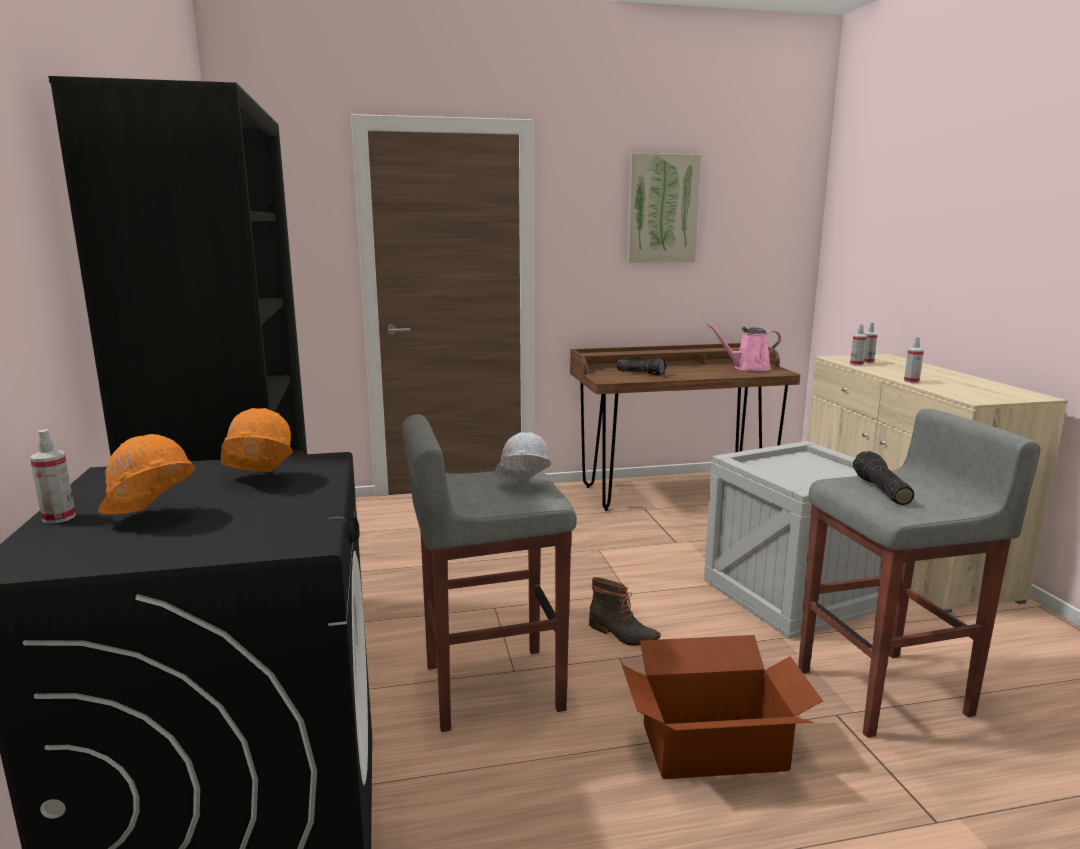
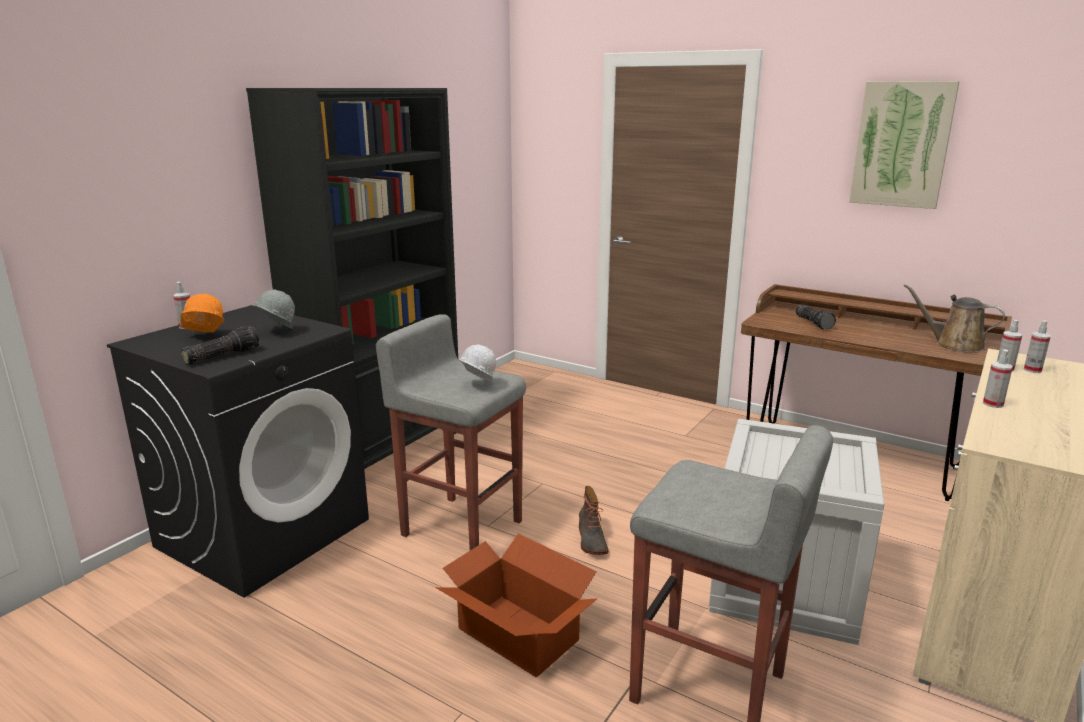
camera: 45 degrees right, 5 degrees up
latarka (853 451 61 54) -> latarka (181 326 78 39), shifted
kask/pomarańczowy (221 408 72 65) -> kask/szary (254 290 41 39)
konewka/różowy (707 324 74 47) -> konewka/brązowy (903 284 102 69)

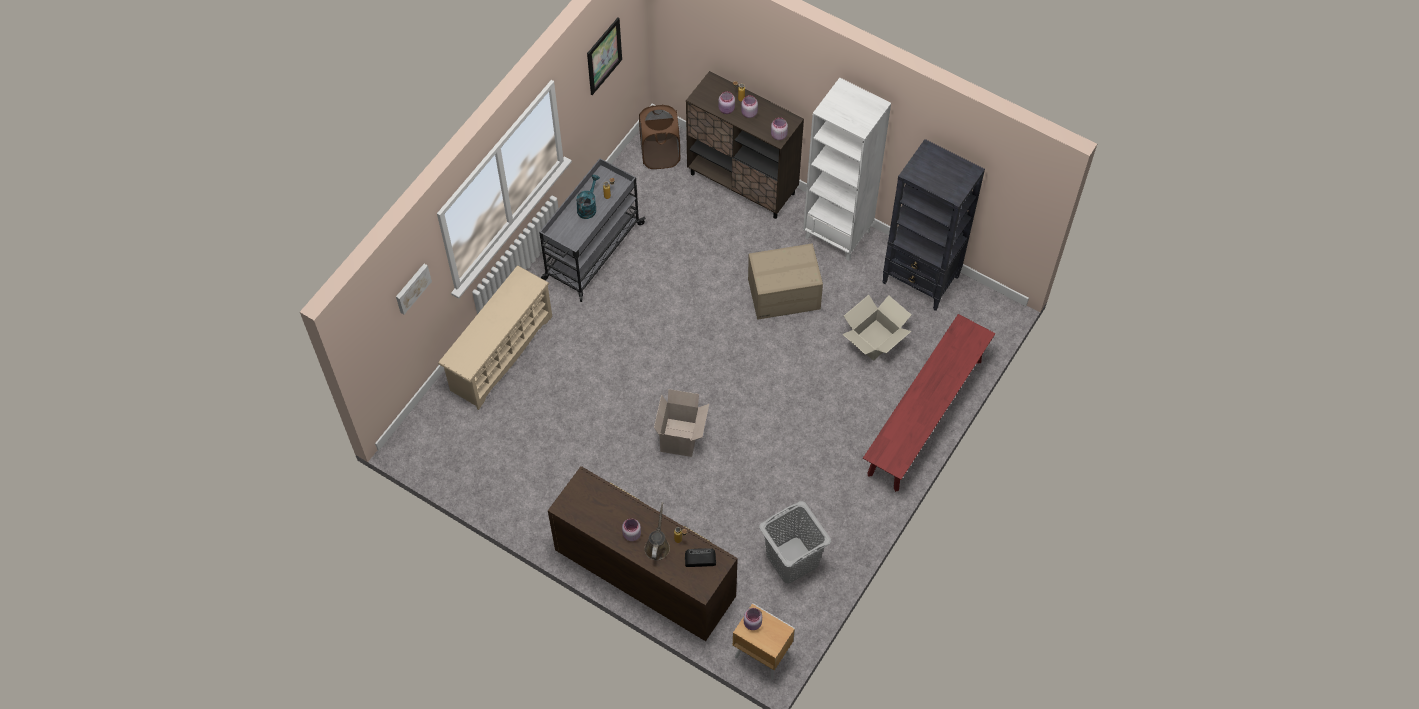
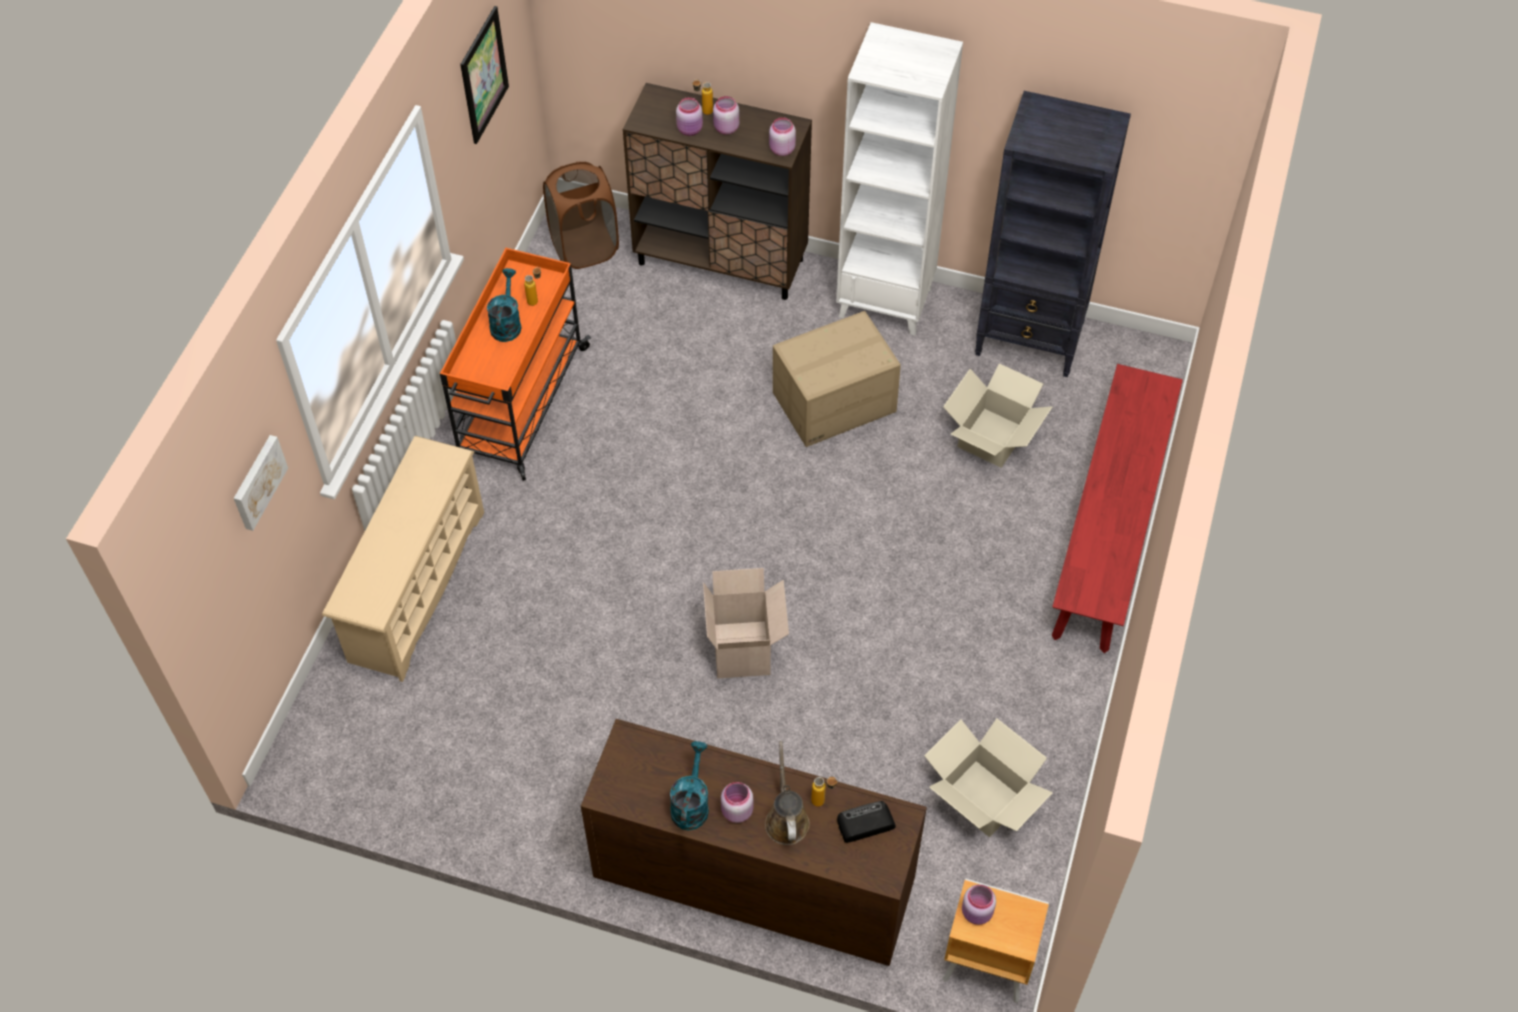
camera: 15 degrees left, 5 degrees down
none -> konewka/turkusowy (670 741 39 89)
kosz na pranie/szary (759 501 72 82) -> karton (924 719 129 118)
wózek/szary (539 158 107 144) -> wózek/pomarańczowy (440 248 151 233)

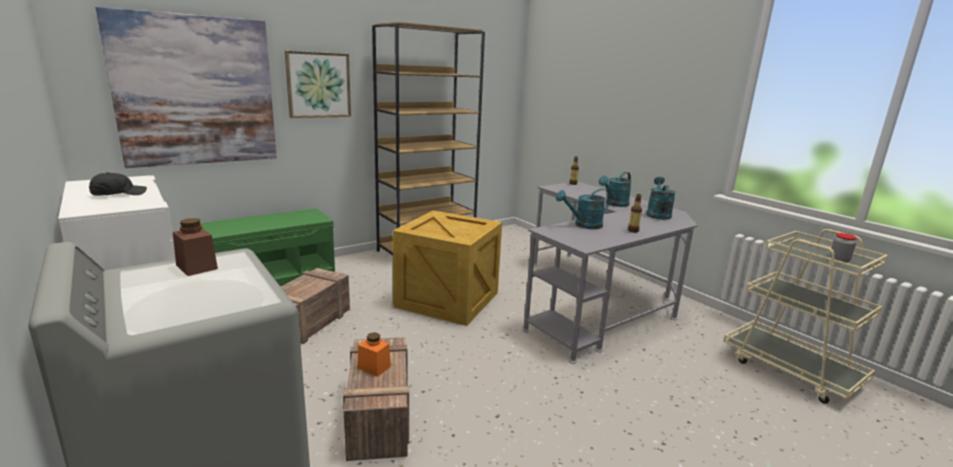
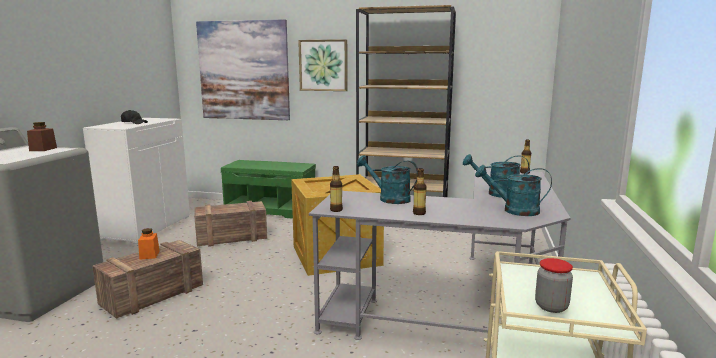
camera: 50 degrees right, 5 degrees down
none -> butelka (330 166 13 46)
konewka/turkusowy (646 177 30 43) -> konewka/turkusowy (475 165 77 51), 135 degrees counterclockwise

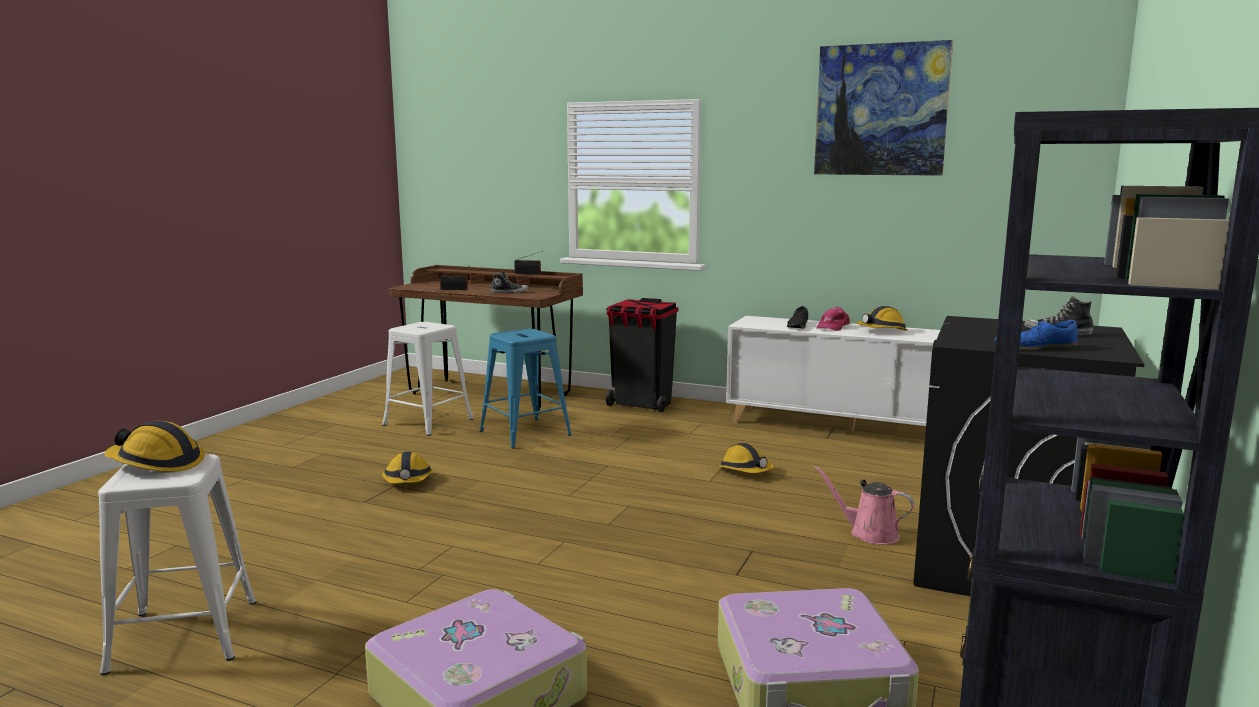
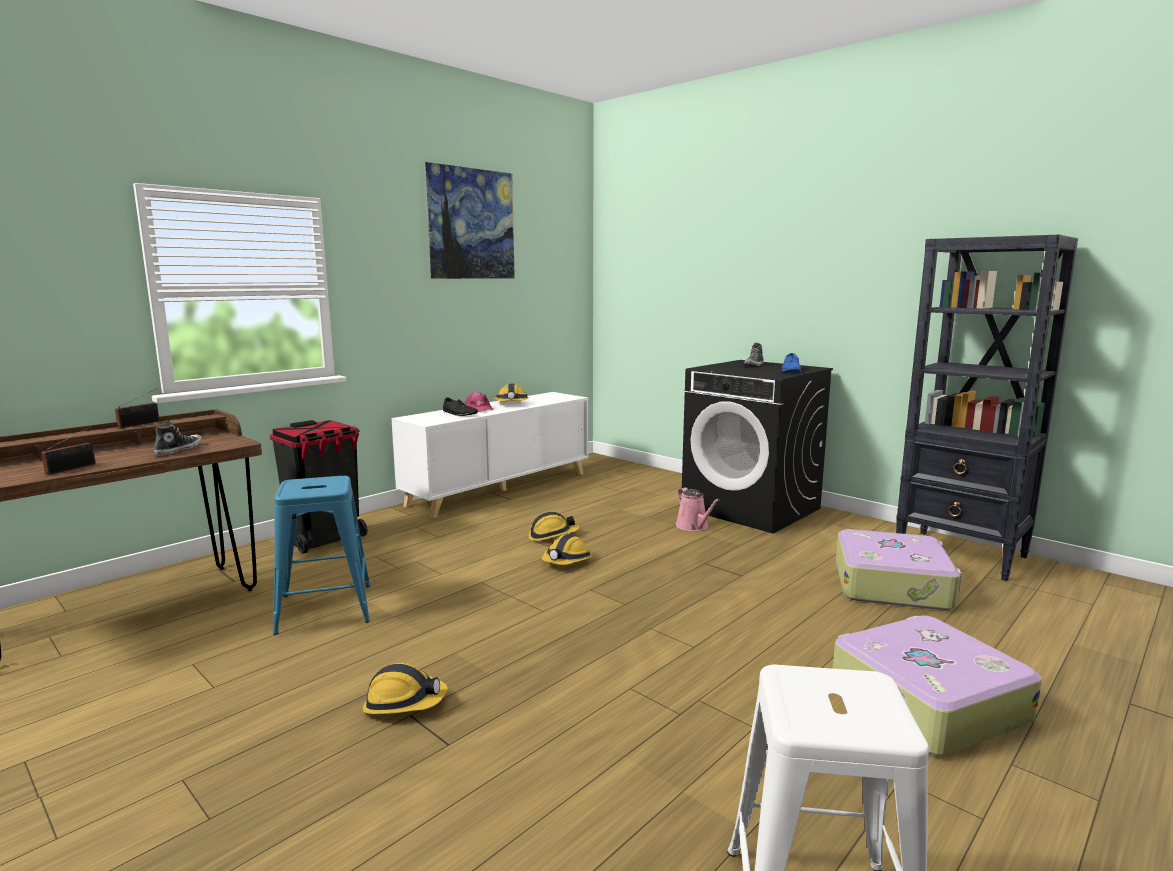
camera: 70 degrees left, 0 degrees up
stołek/biały (382 322 91 114) -> none
kask (104 421 101 51) -> kask (542 534 51 31), shifted
konewka/różowy (814 466 101 78) -> konewka/różowy (676 487 44 44), 75 degrees counterclockwise

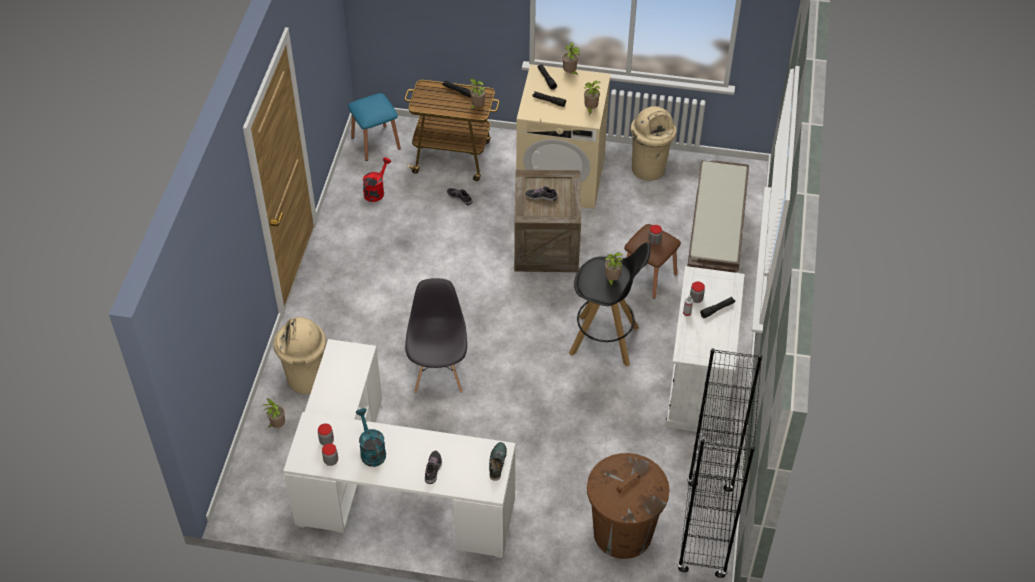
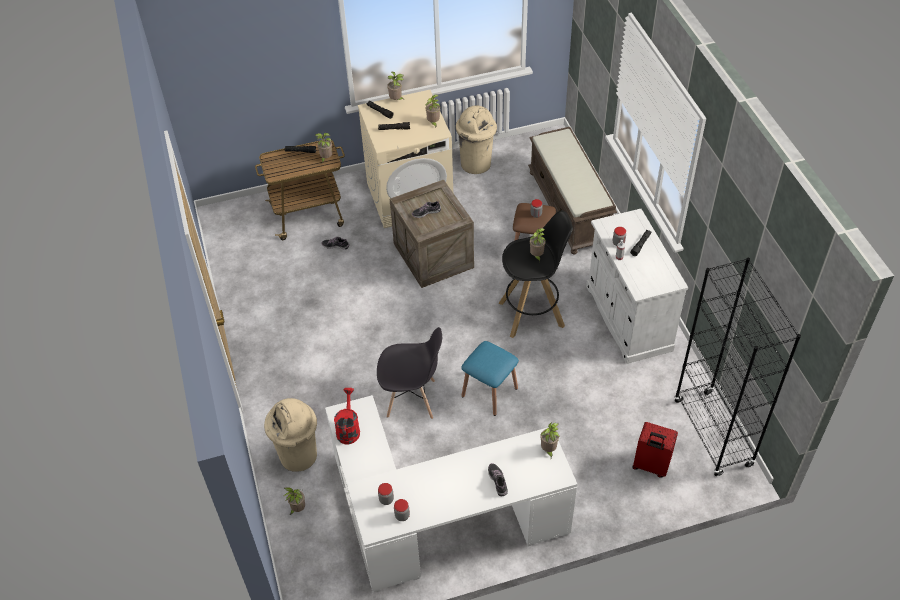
camera: 25 degrees left, 0 degrees up
konewka/turkusowy (356 408 30 59) -> none
stołek/niebieski (348 93 53 68) -> stołek/niebieski (461 341 58 75), shifted
konewka/czerwony (363 157 28 45) -> konewka/czerwony (334 388 26 57), shifted
but (489 442 18 39) -> roślina doniczkowa (540 422 20 36)
kosz na śmieci/brązowy (587 453 82 106) -> walizka/czerwony (632 422 46 56)
krzesło/szary (405 278 62 115) -> krzesło/szary (377 327 65 92), 120 degrees clockwise

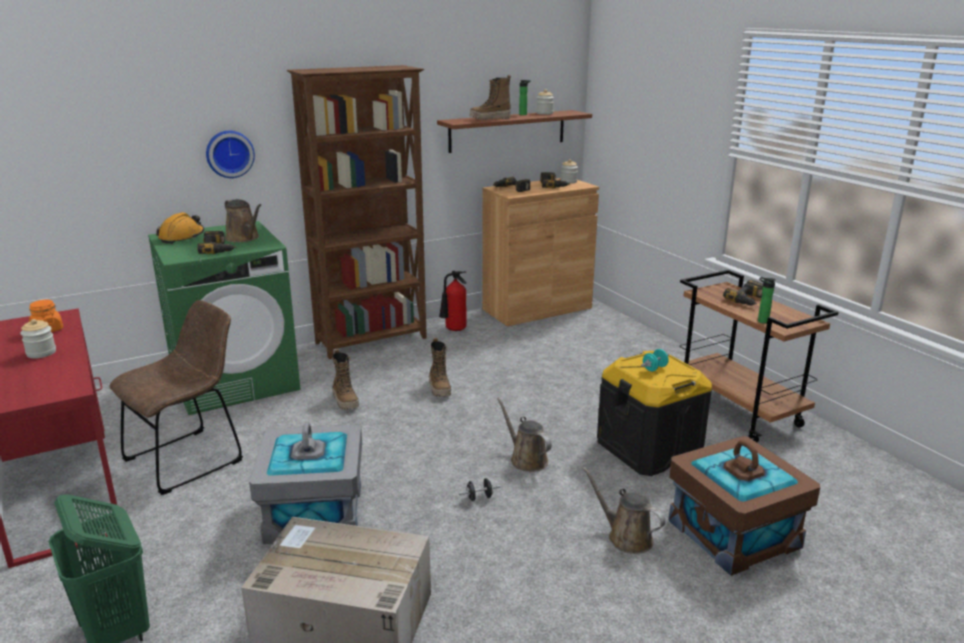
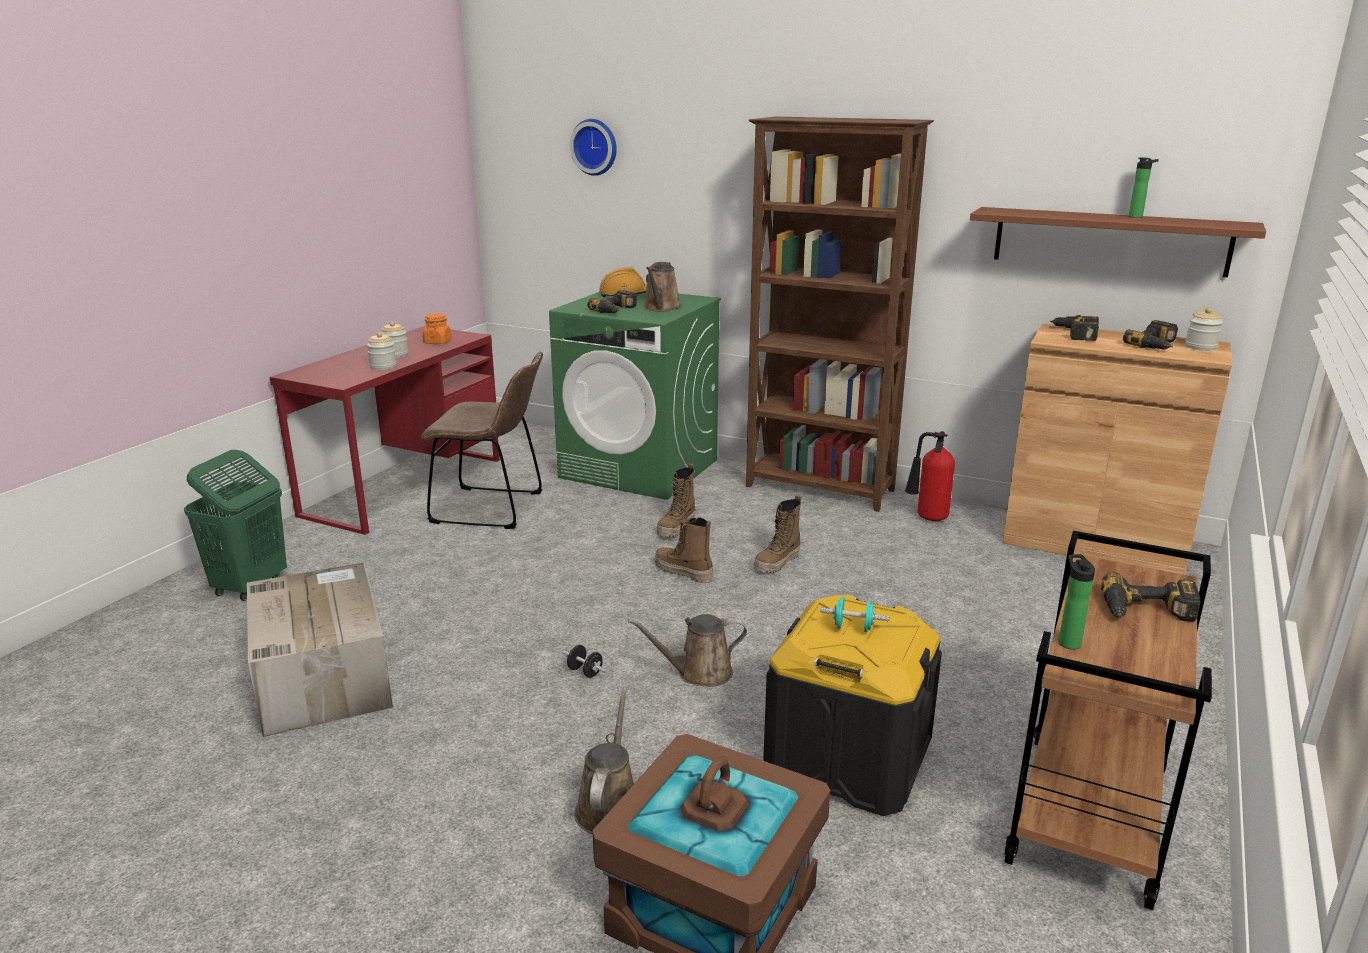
camera: 55 degrees right, 0 degrees up
pojemnik do przechowywania/szary (249 422 113 122) -> none
zegar ścienny (206 131 49 47) -> zegar ścienny (570 119 47 57), shifted
but z cholewką (470 75 41 45) -> but z cholewką (655 517 58 66), shifted
słoik (536 89 18 26) -> słoik (367 332 29 38), shifted
konewka/brązowy (497 397 55 75) -> konewka/brązowy (628 614 119 73), 120 degrees counterclockwise

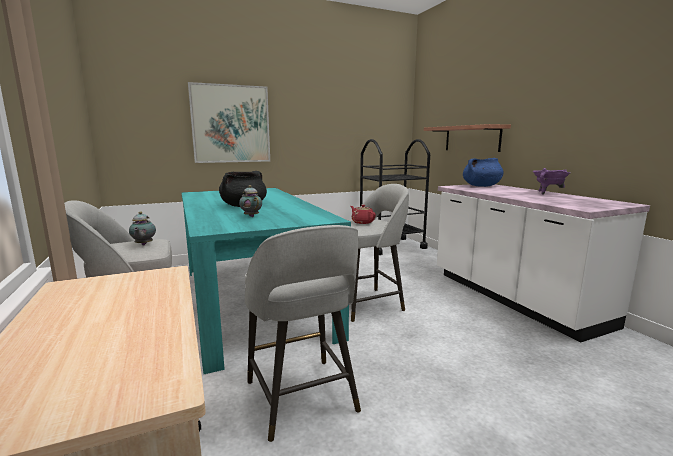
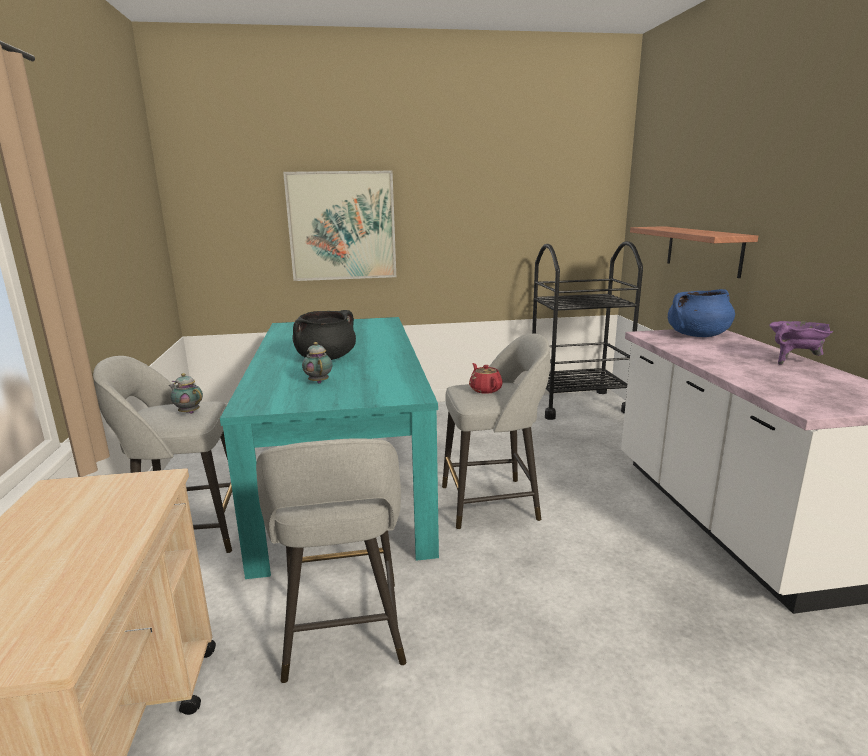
camera: 15 degrees right, 5 degrees up
imbryk (129 211 27 34) -> imbryk (169 373 34 41), 120 degrees clockwise

